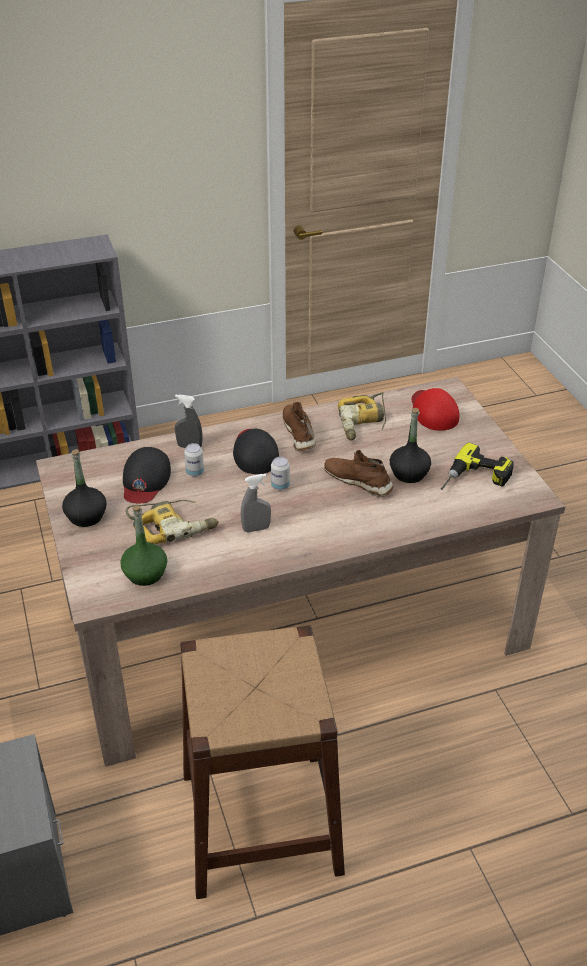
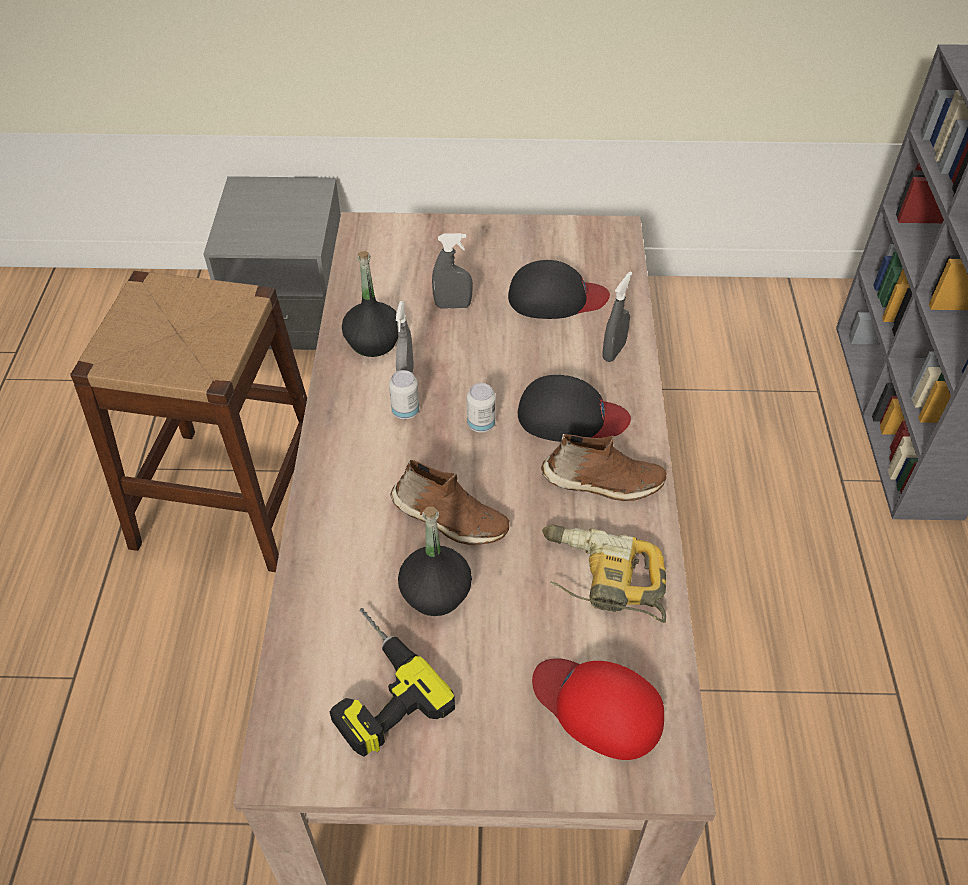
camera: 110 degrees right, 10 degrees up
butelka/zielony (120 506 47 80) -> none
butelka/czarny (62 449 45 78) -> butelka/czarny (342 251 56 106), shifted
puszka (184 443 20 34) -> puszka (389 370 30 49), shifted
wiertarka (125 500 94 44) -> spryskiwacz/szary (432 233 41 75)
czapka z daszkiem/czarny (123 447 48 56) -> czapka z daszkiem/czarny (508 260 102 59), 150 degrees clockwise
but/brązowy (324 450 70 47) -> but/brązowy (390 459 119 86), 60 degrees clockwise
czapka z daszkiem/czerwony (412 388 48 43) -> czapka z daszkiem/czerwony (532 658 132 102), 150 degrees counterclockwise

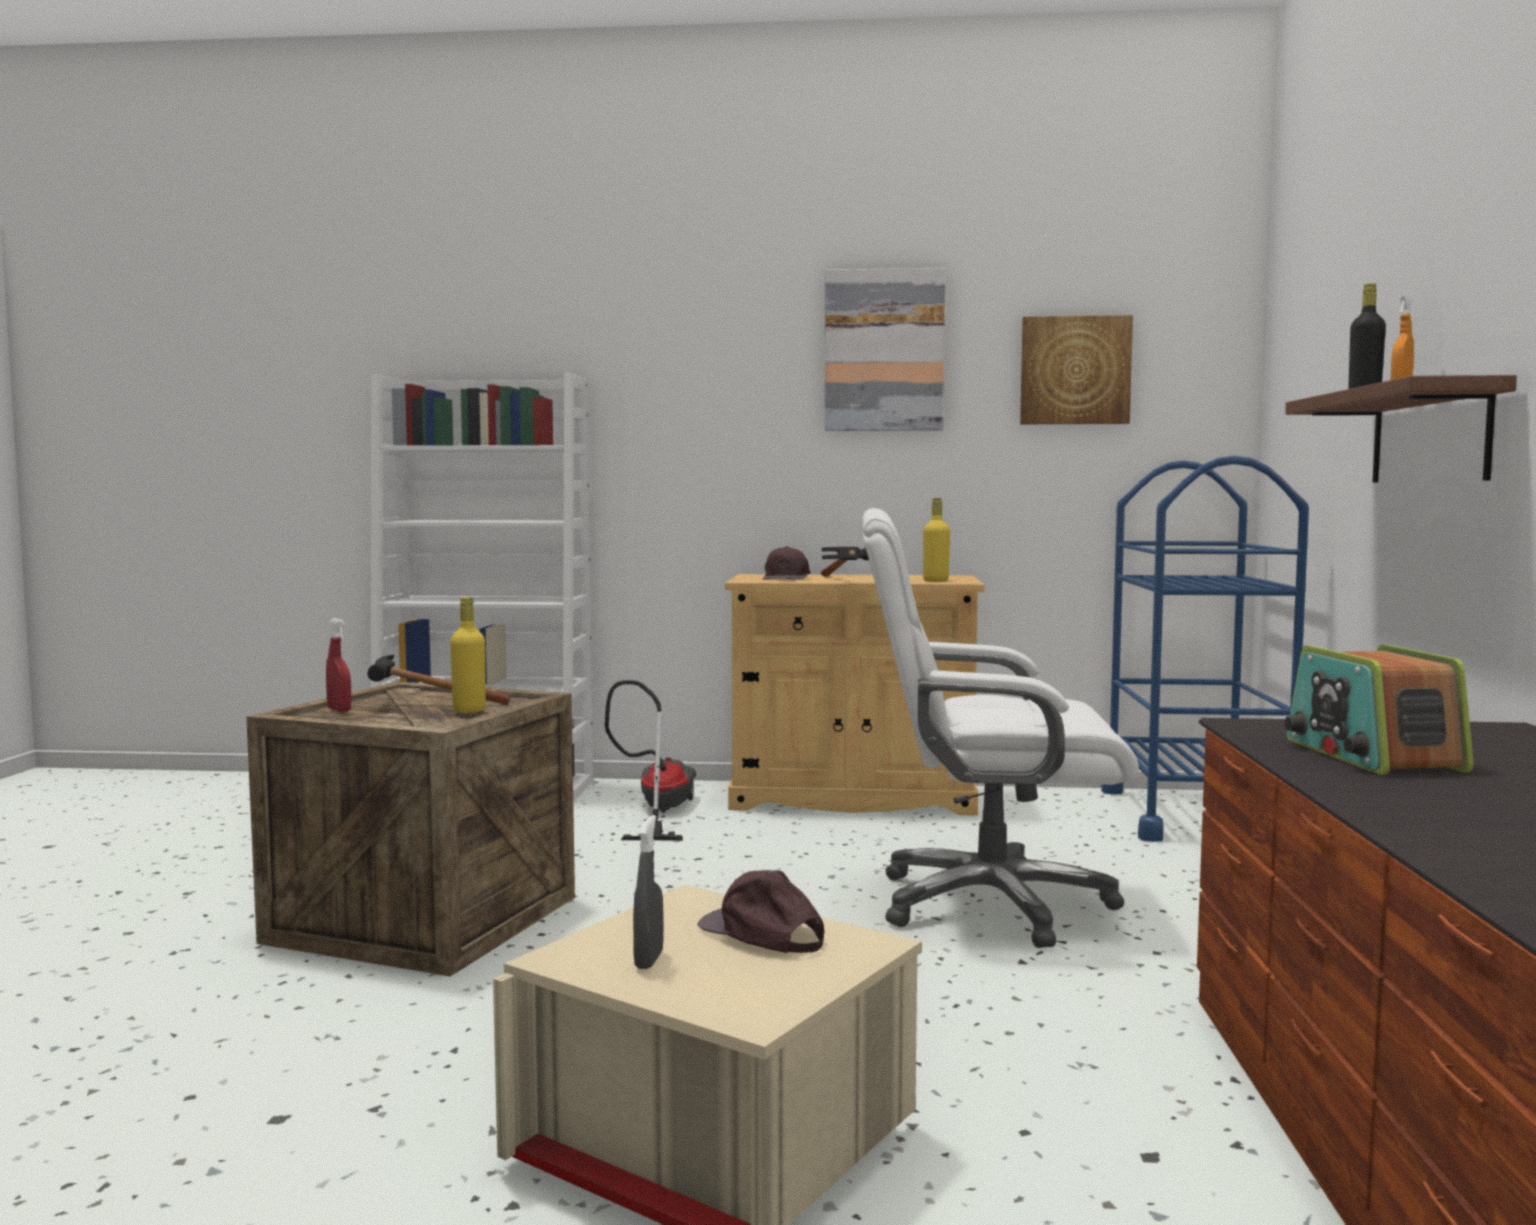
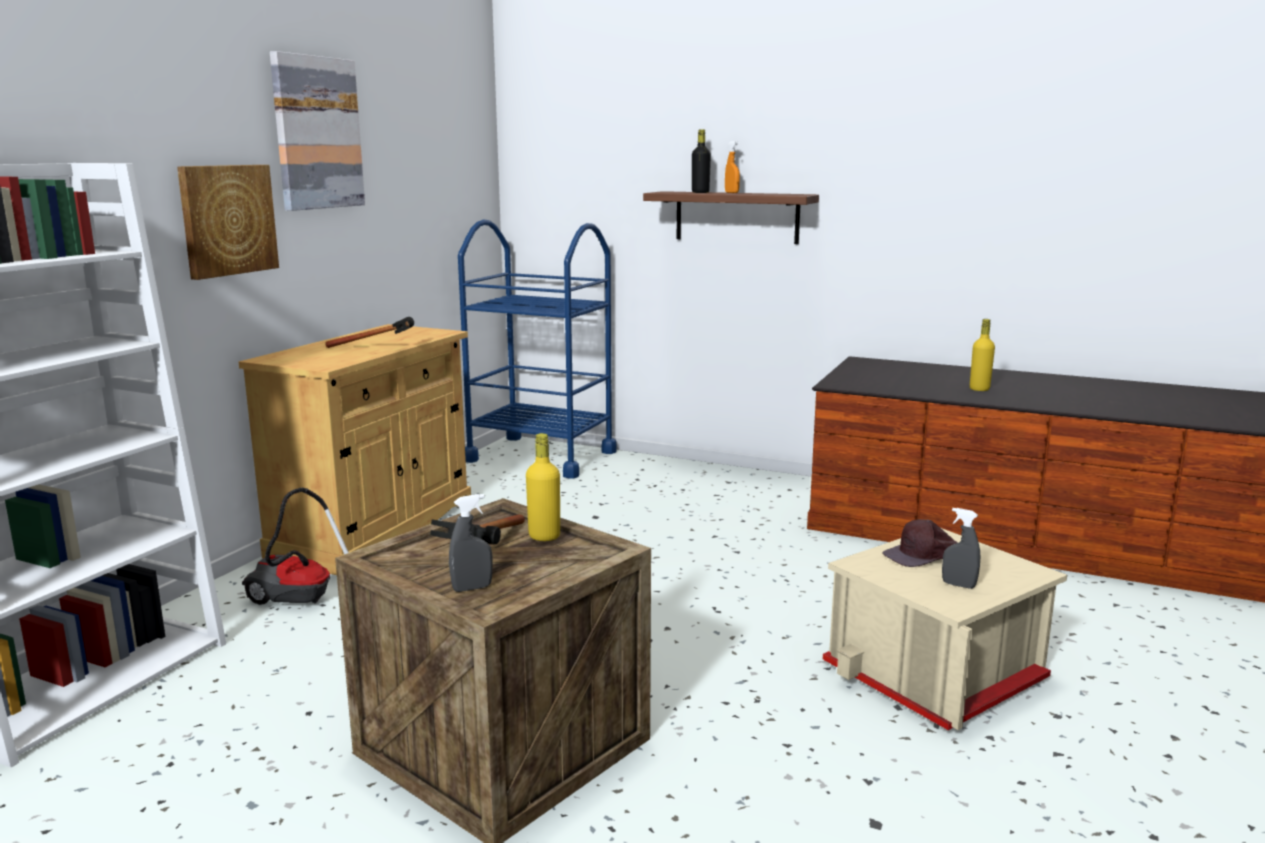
camera: 70 degrees left, 10 degrees up
czapka z daszkiem/brązowy (763 546 47 34) -> none
krzesło biurowe/biały (862 508 277 440) -> none
radio (1284 644 189 131) -> none
butelka/żółty (923 498 27 84) -> butelka/żółty (970 319 25 72), shifted
obraz (1020 315 113 109) -> obraz (177 165 102 115), shifted
spryskiwacz/czerwony (326 618 26 94) -> spryskiwacz/szary (449 494 44 98)

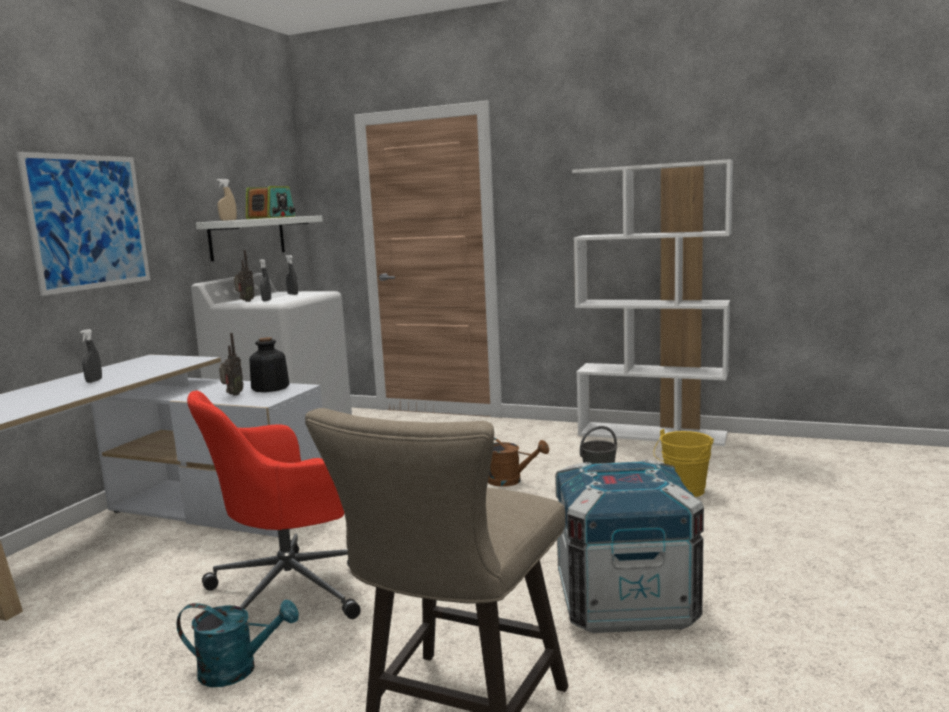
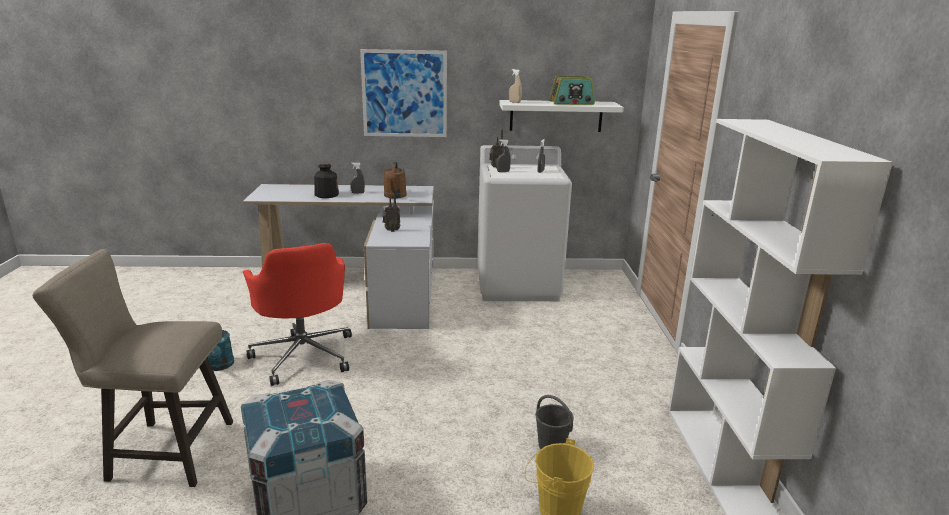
camera: 65 degrees right, 10 degrees up
butelka (249 337 41 55) -> butelka (314 162 25 36), shifted
konewka/brązowy (488 437 61 50) -> konewka/brązowy (383 162 24 37), shifted
krzesło biurowe/czerwony (187 390 174 229) -> krzesło biurowe/czerwony (243 243 109 143), 150 degrees counterclockwise

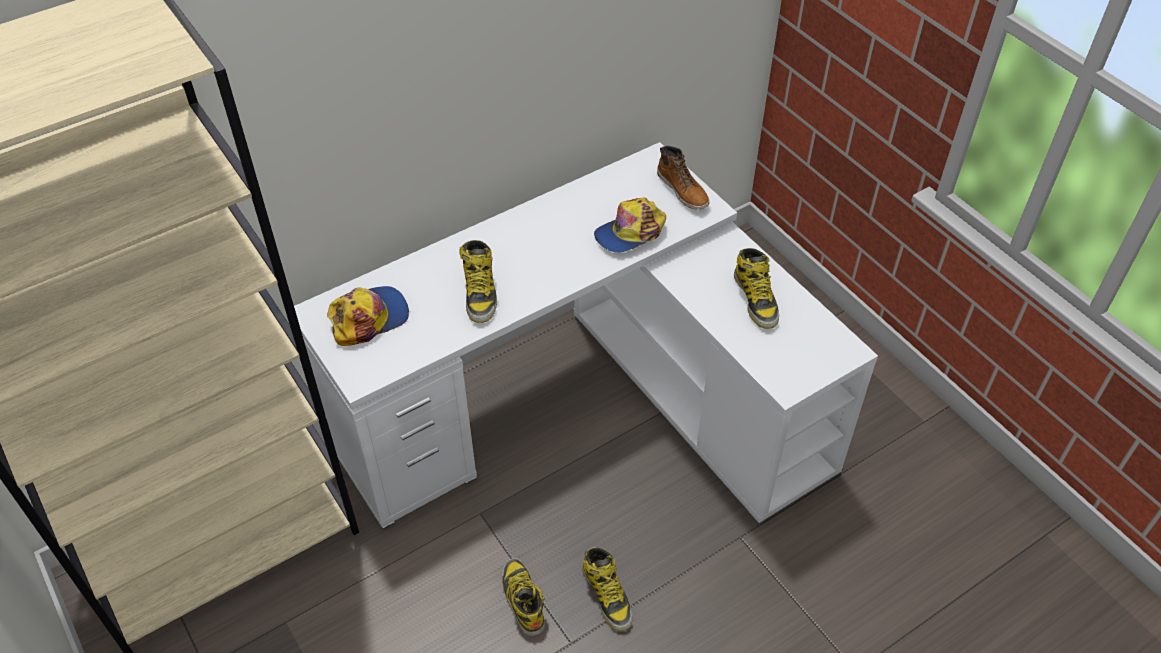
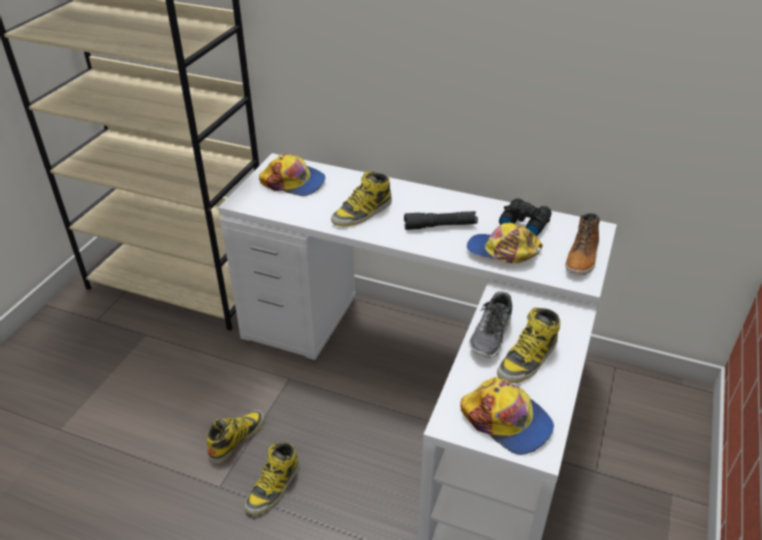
camera: 55 degrees right, 10 degrees down
none -> latarka/czarny (404 211 74 19)
none -> czapka z daszkiem (460 377 94 78)
none -> but (469 291 43 67)
none -> lornetka/czarny (499 198 53 38)

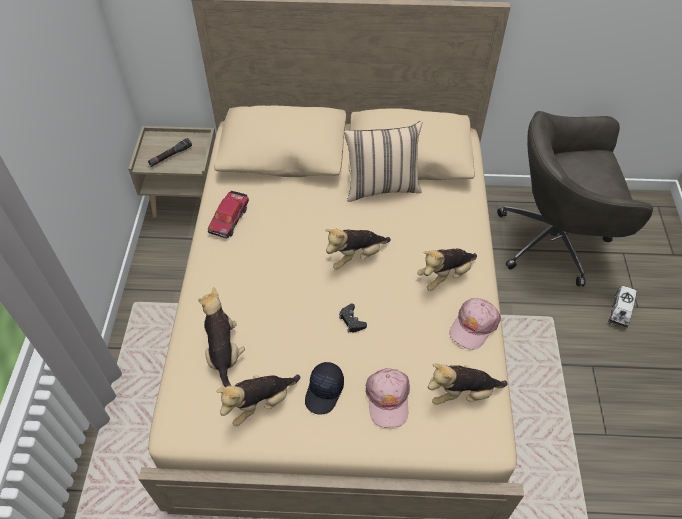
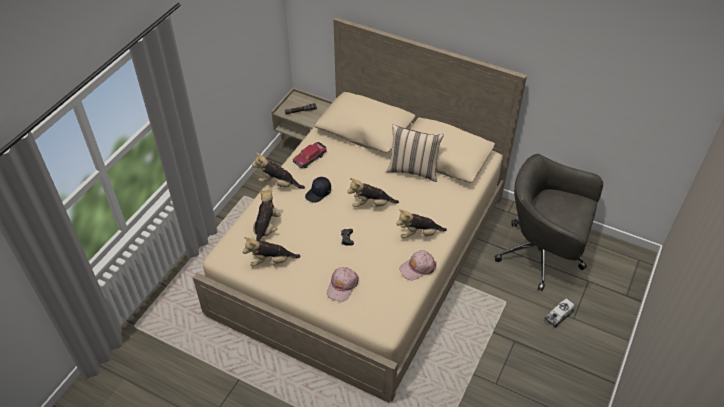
camera: 25 degrees right, 5 degrees down
czapka z daszkiem/czarny (305 362 39 53) -> czapka z daszkiem/czarny (305 177 26 26), shifted
pluszak (428 363 80 42) -> pluszak (252 153 53 36), shifted

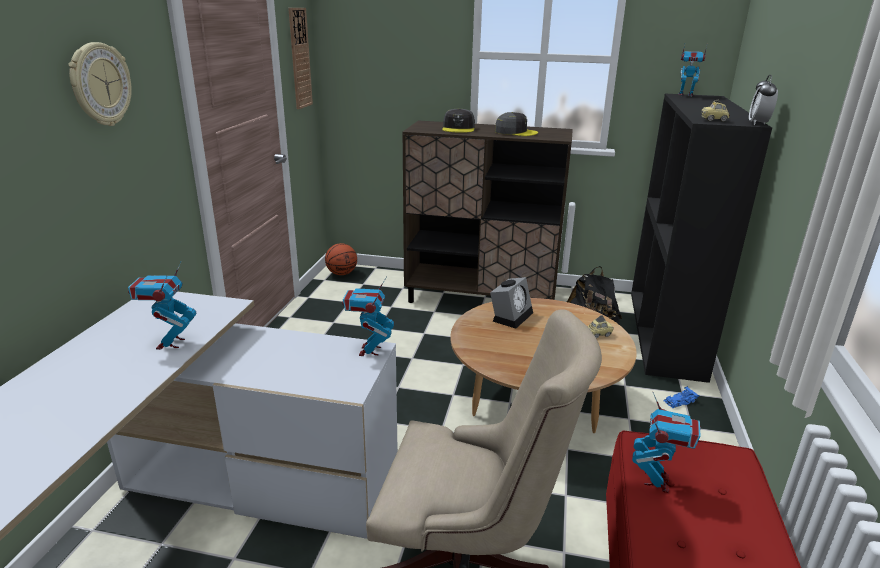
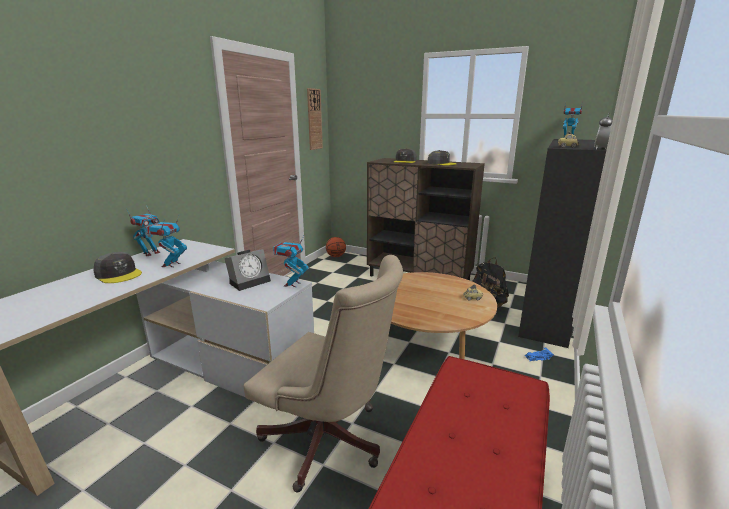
camera: 15 degrees right, 5 degrees down
zegar ścienny (68 42 64 84) -> none
none -> czapka z daszkiem/szary (93 252 49 31)
budzik (490 277 43 52) -> budzik (225 249 46 42), shifted
robot zabawkowy (632 392 69 101) -> robot zabawkowy (126 205 34 51), shifted

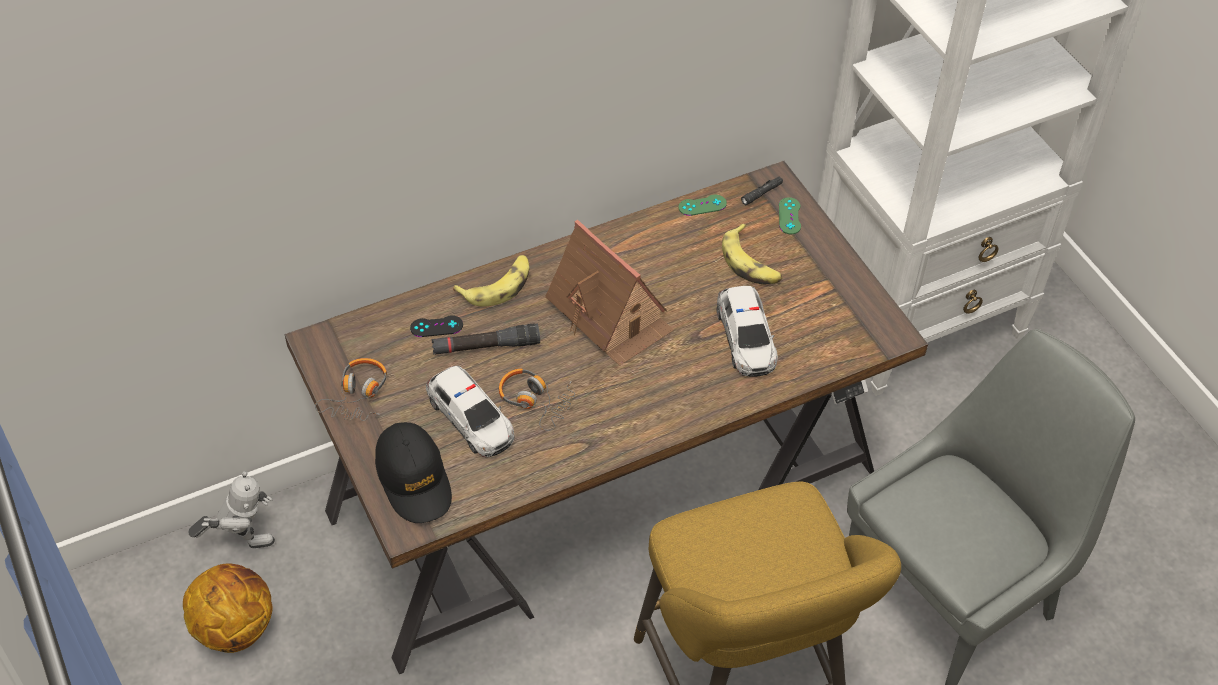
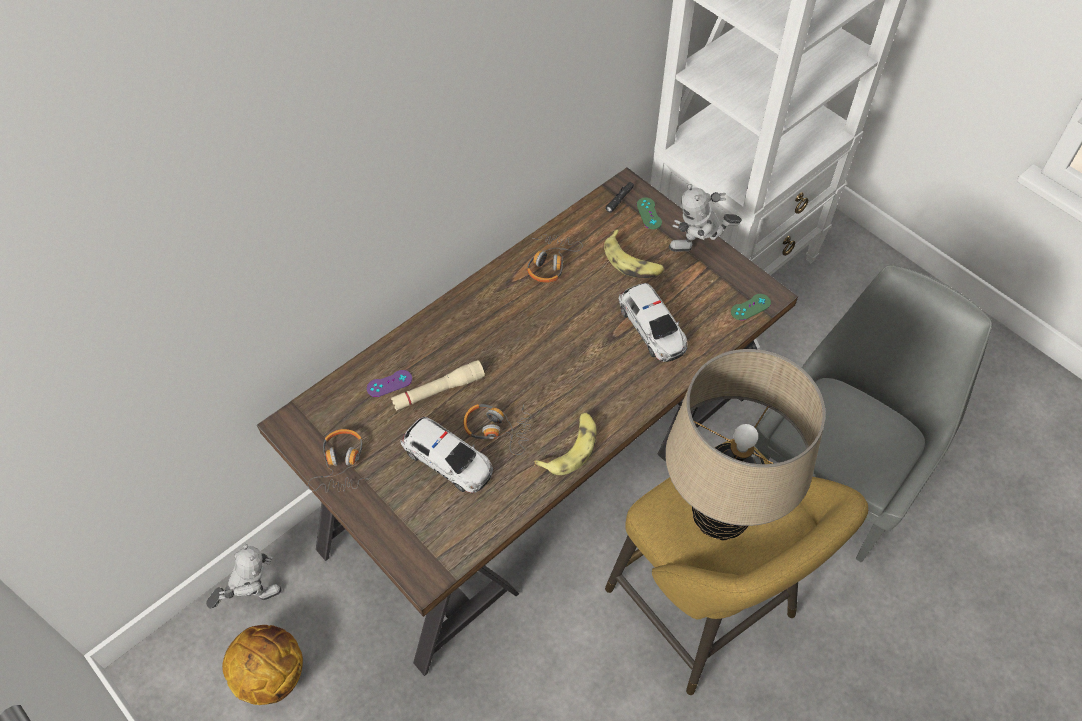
camera: 15 degrees left, 5 degrees up
czapka z daszkiem/czarny (375 422 77 101) -> none
domek (545 220 129 146) -> none
none -> słuchawki (527 234 56 49)
none -> lampa stołowa/beżowy (665 349 161 191)
none -> robot zabawkowy (669 184 73 68)
banan (453 255 77 52) -> banan (534 413 63 62), shifted
pad do gier/zielony (678 195 49 21) -> pad do gier/zielony (731 294 40 26), shifted
pad do gier/czarny (410 315 53 22) -> pad do gier/fioletowy (367 370 45 27)
latarka/czarny (432 323 108 32) -> latarka/beżowy (391 360 94 50)

